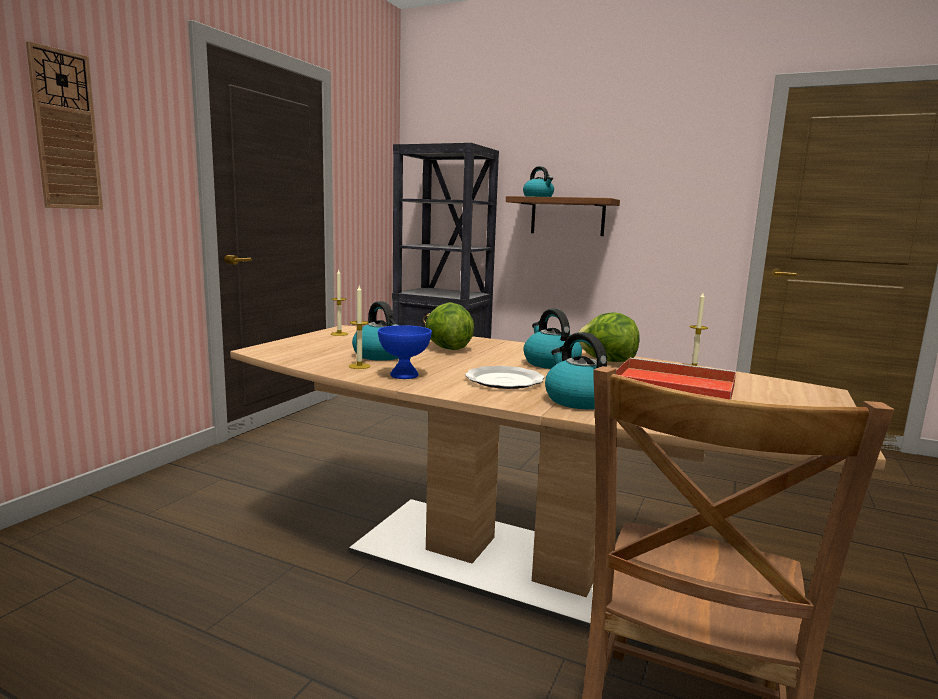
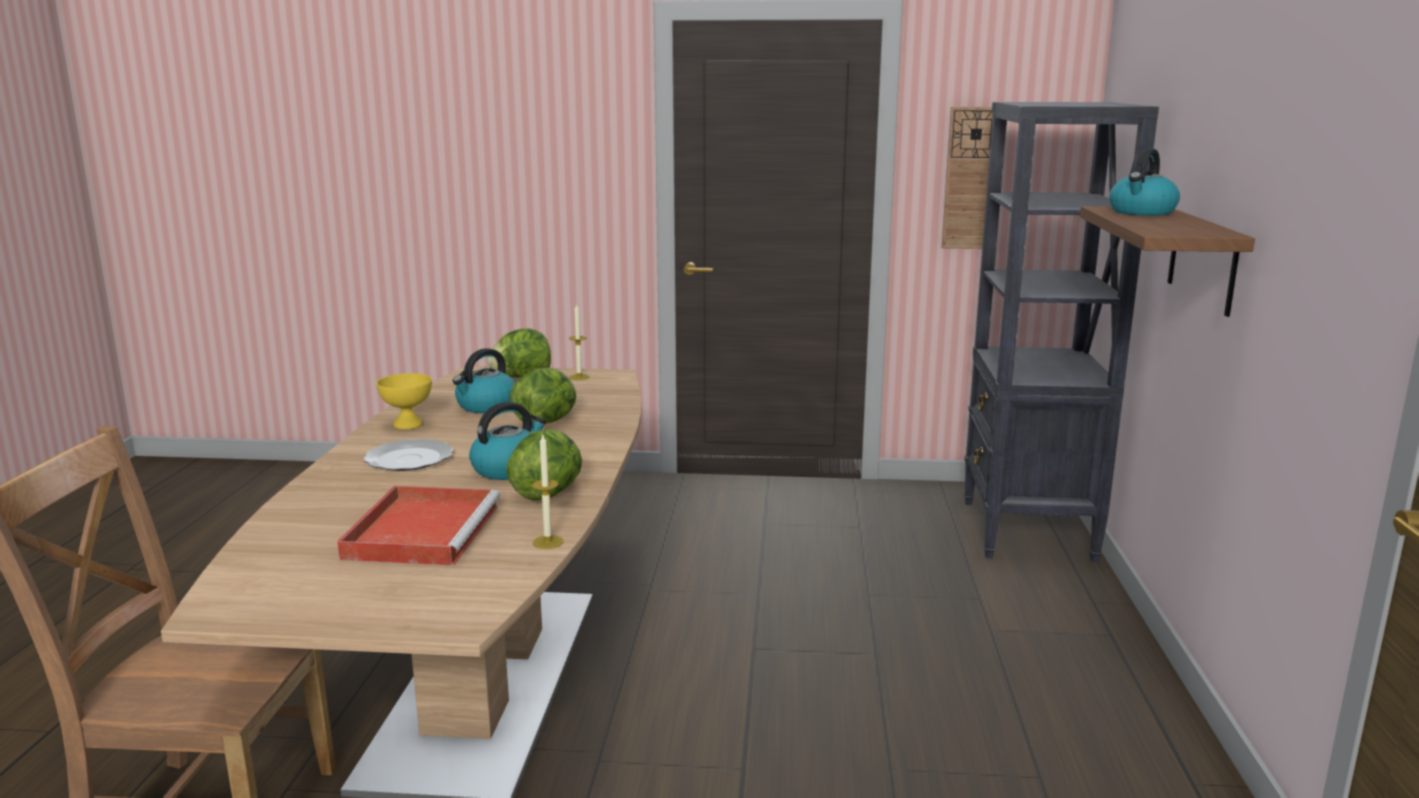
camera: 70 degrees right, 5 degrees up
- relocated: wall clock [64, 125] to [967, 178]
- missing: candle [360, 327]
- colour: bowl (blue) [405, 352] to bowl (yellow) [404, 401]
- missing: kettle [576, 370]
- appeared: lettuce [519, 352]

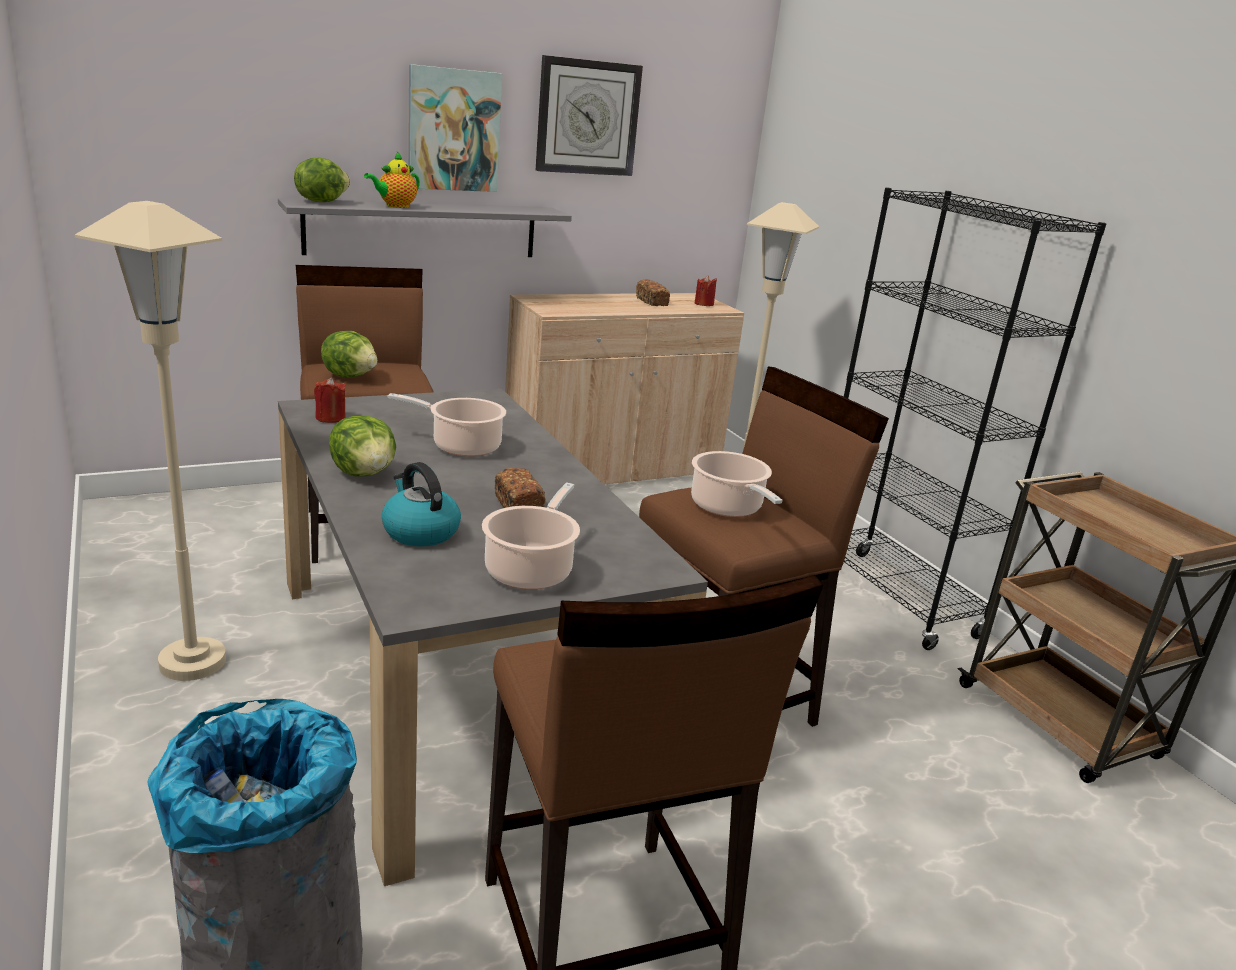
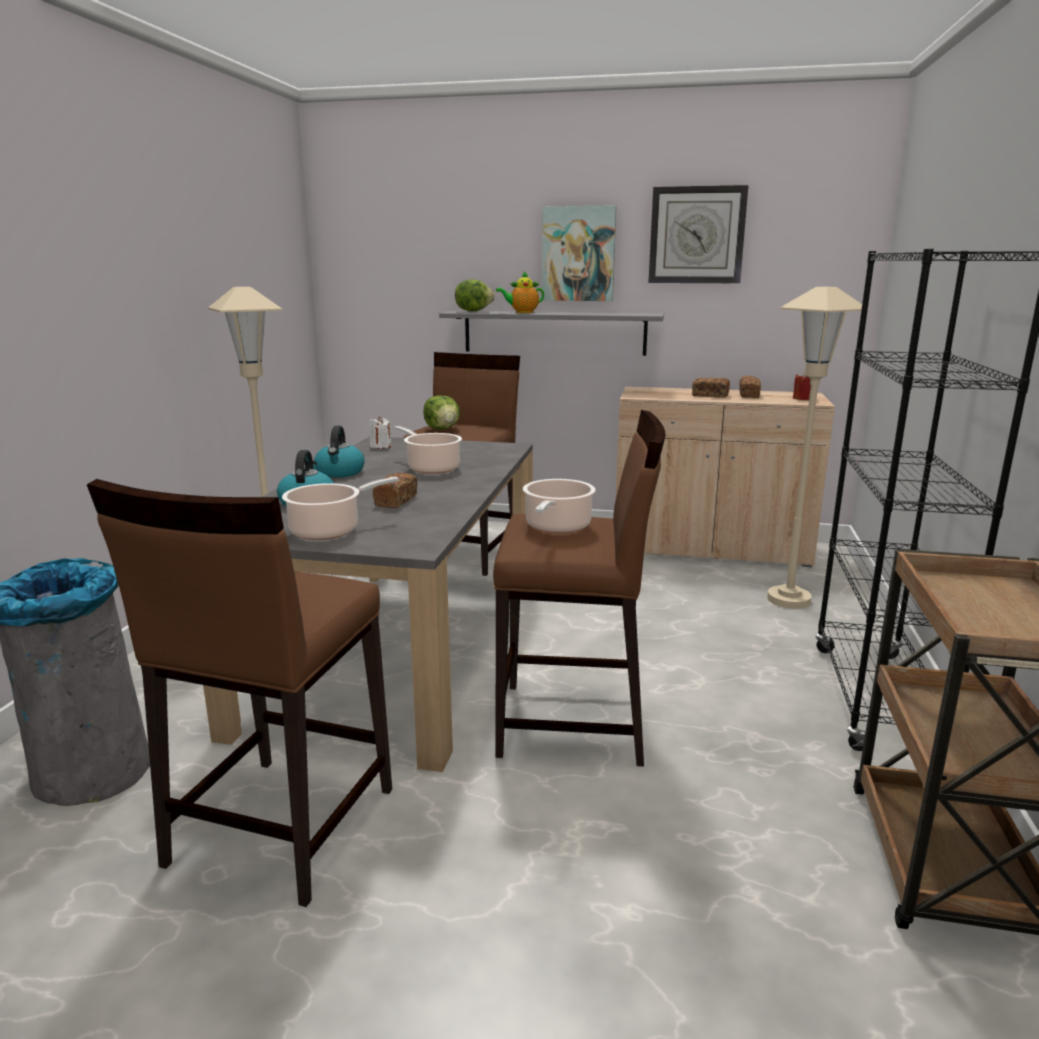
camera: 40 degrees right, 5 degrees down
- colour: candle (red) [330, 400] to candle (white) [380, 432]
- exchanged: lettuce [362, 446] to kettle [339, 452]
- appeared: bread [711, 387]

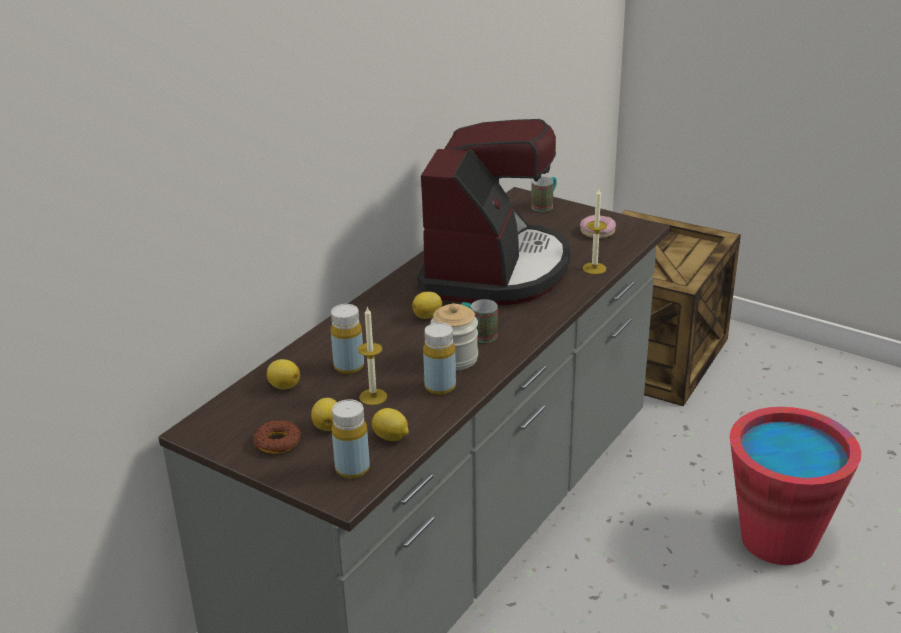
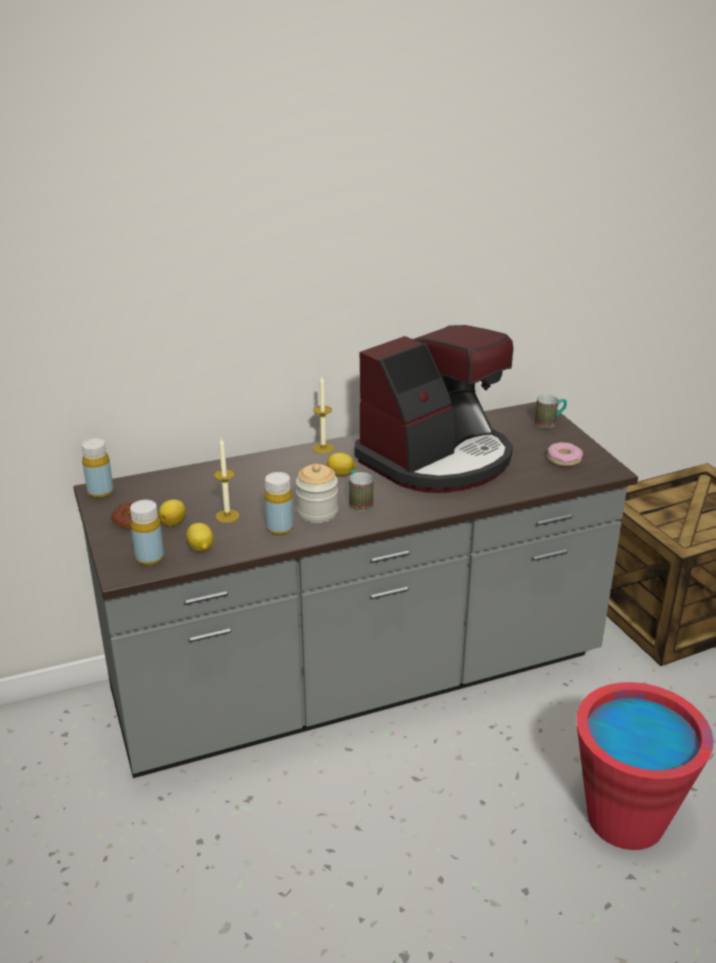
camera: 35 degrees right, 0 degrees up
- missing: lemon [283, 374]
- relocated: bottle (yellow) [347, 339] to [97, 468]
- relocated: candle [595, 231] to [323, 415]

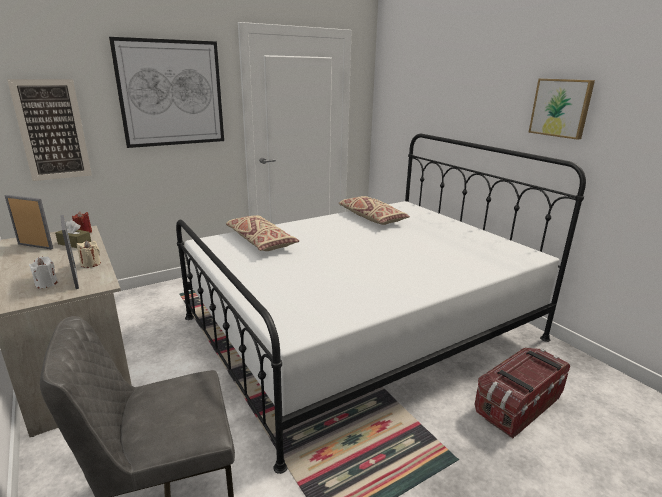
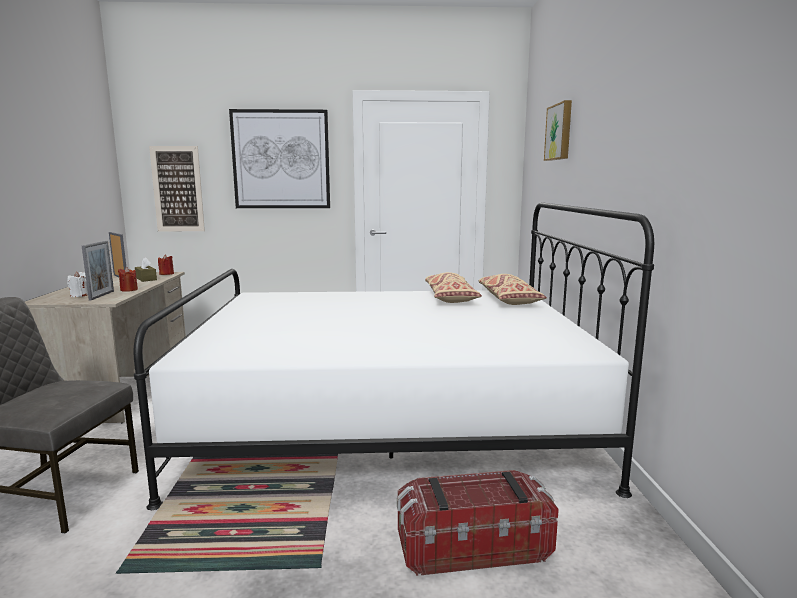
camera: 30 degrees right, 10 degrees down
- colour: candle (beige) [89, 254] to candle (red) [128, 279]
- relocated: pillow (beige) [262, 233] to [513, 289]
- relocated: picture [561, 109] to [558, 130]

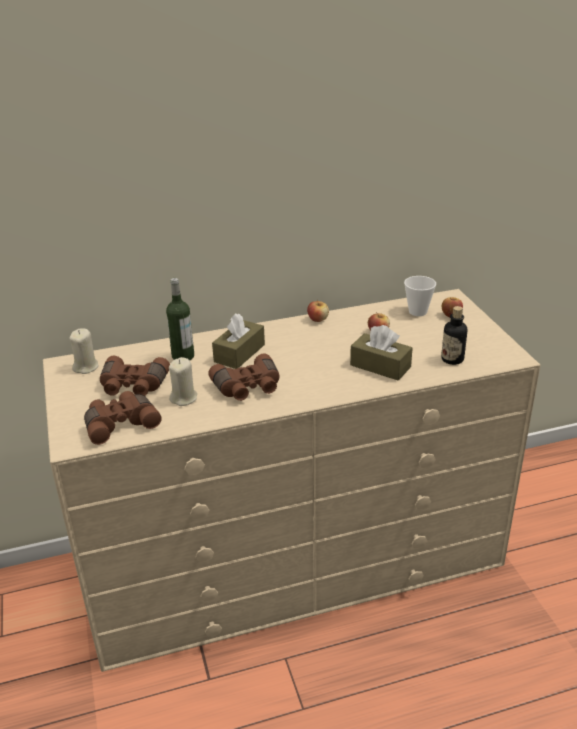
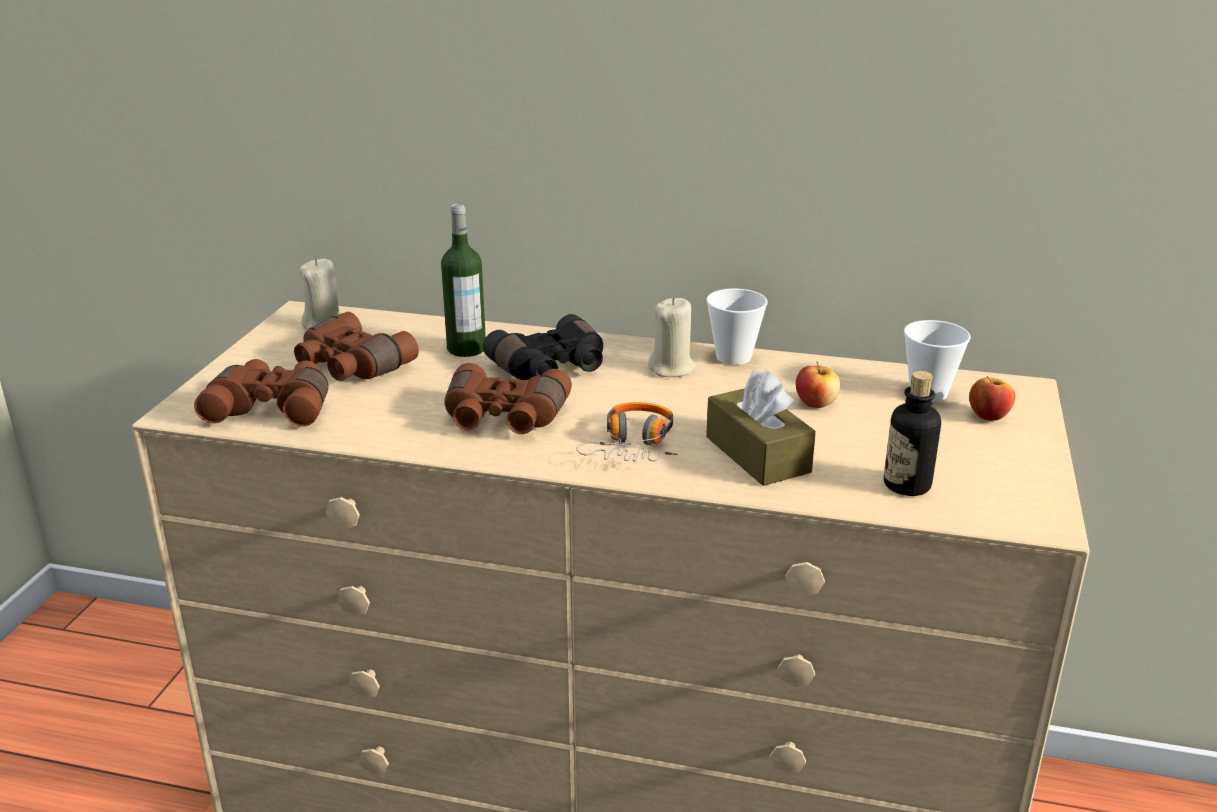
camera: 30 degrees right, 5 degrees down
- relocated: candle (beige) [183, 381] to [672, 337]
- exchanged: tissue box (brown) [238, 341] to binoculars (black) [543, 347]
- exchanged: apple [318, 311] to cup [737, 326]
- appeared: headphones [627, 431]

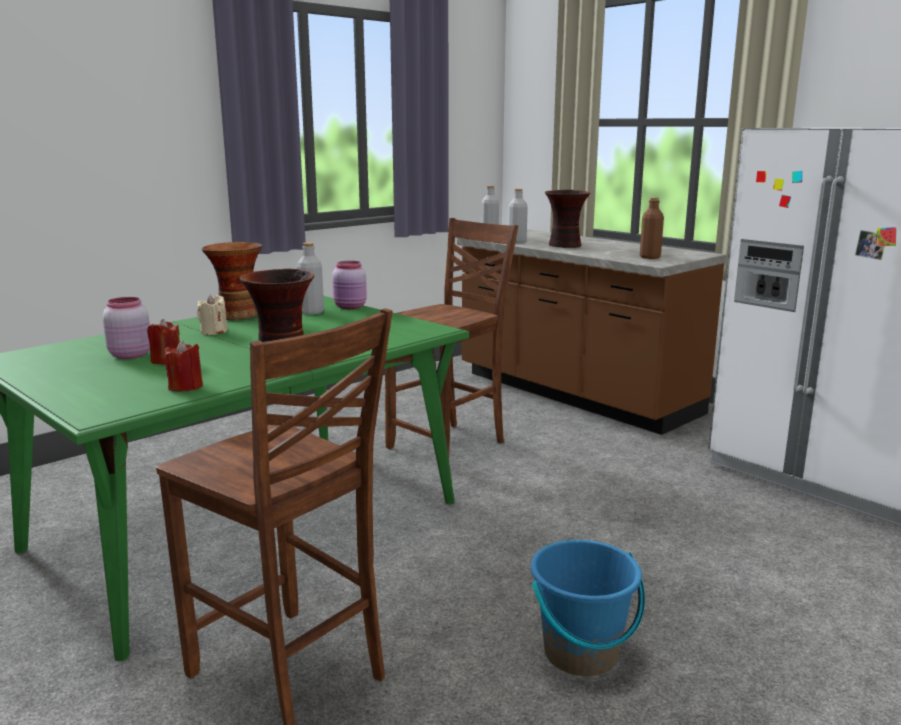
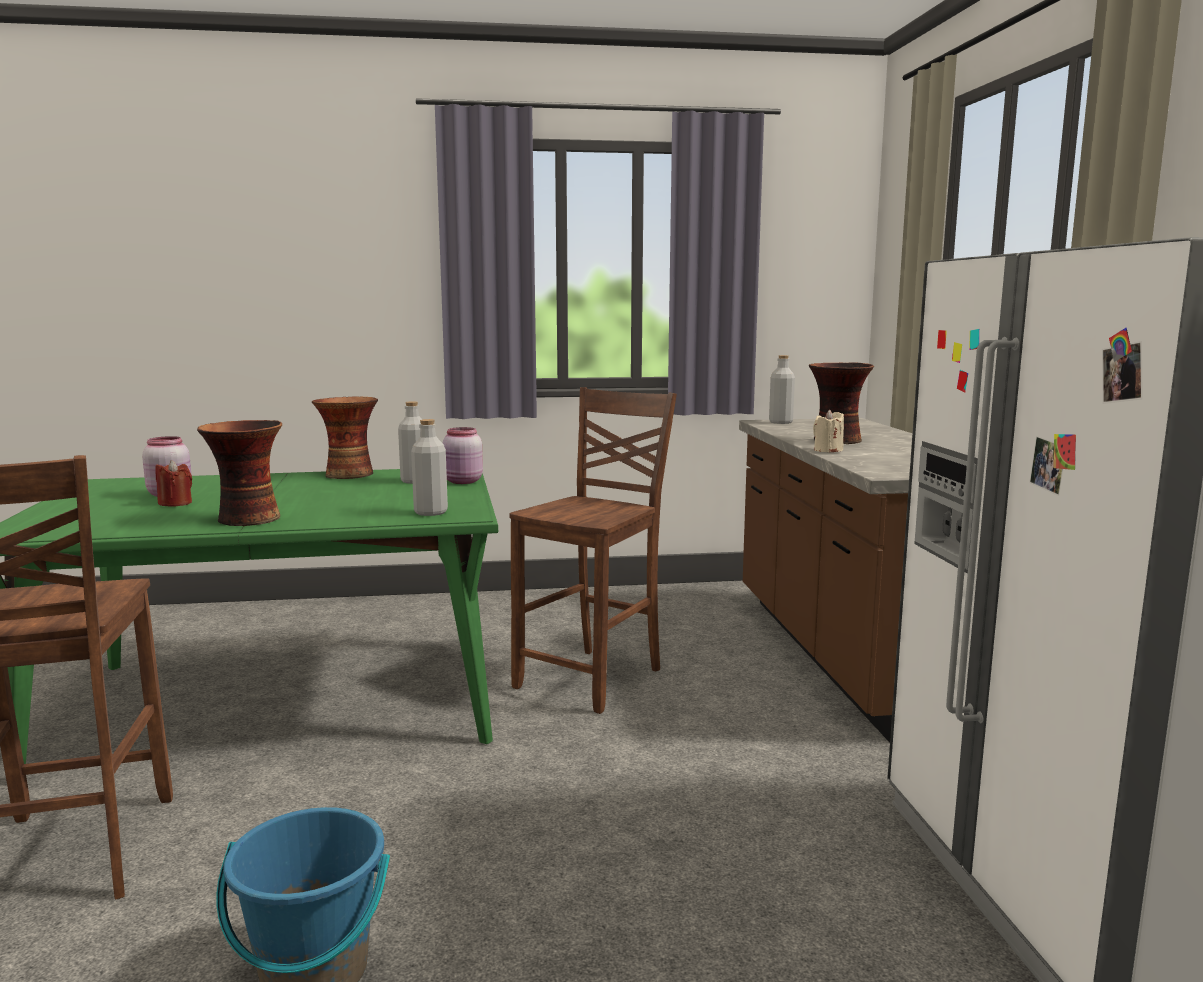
camera: 35 degrees right, 5 degrees down
- missing: candle (red) [184, 366]
- relocated: candle (beige) [212, 315] to [828, 431]
- spun: chair (brown) [451, 337] = [593, 550] 45 degrees counterclockwise
- relocated: bottle (grey) [518, 216] to [429, 467]
- missing: bottle (brown) [652, 228]

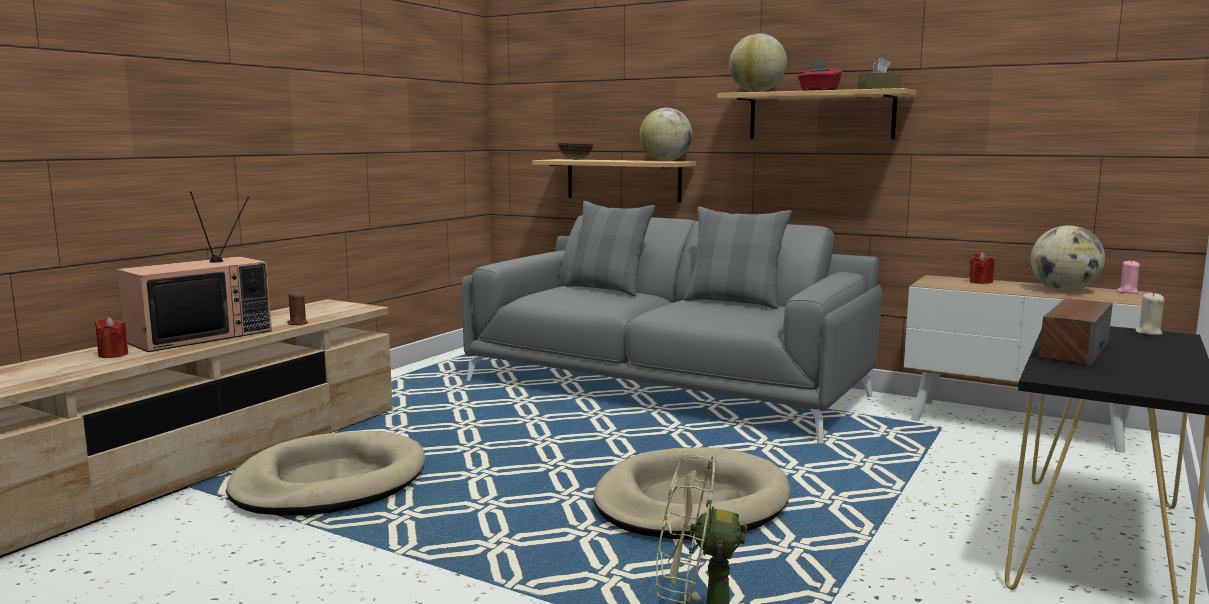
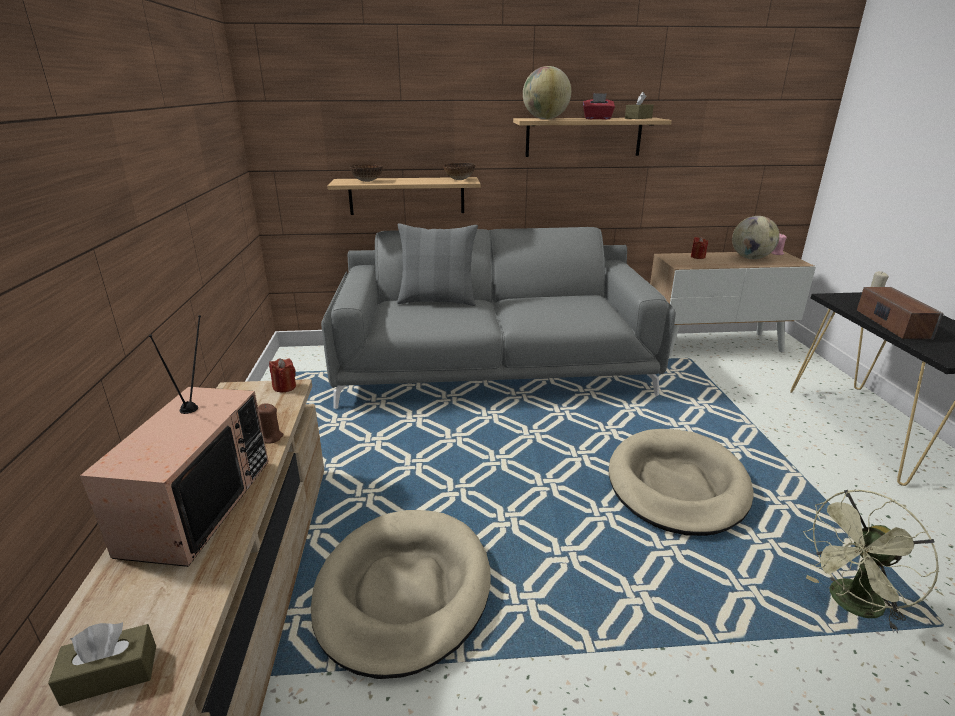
camera: 35 degrees left, 15 degrees up
- relocated: candle (red) [111, 337] to [282, 375]
- exchanged: globe [666, 134] to bowl [459, 171]
- missing: pillow (grey) [738, 258]
- appeared: tissue box (brown) [102, 664]

